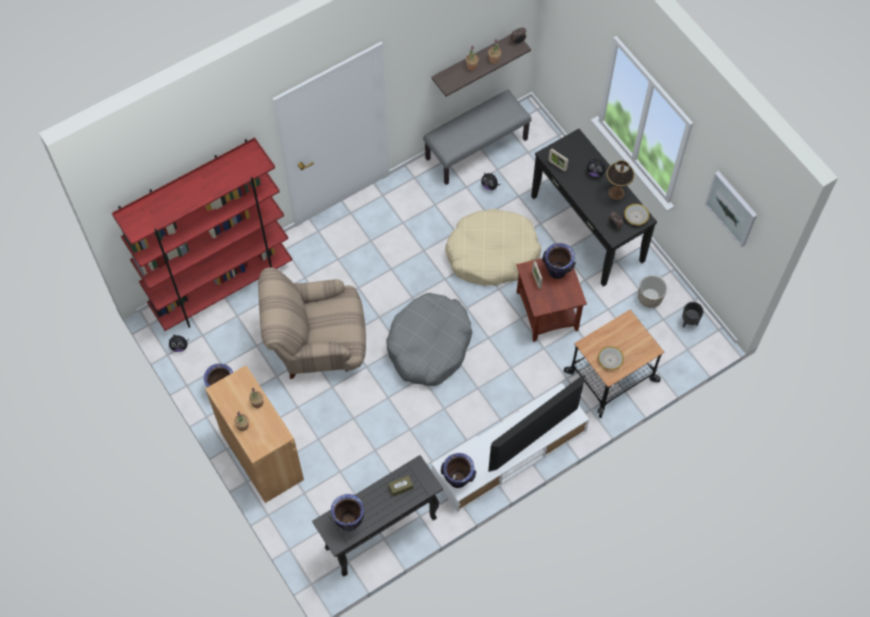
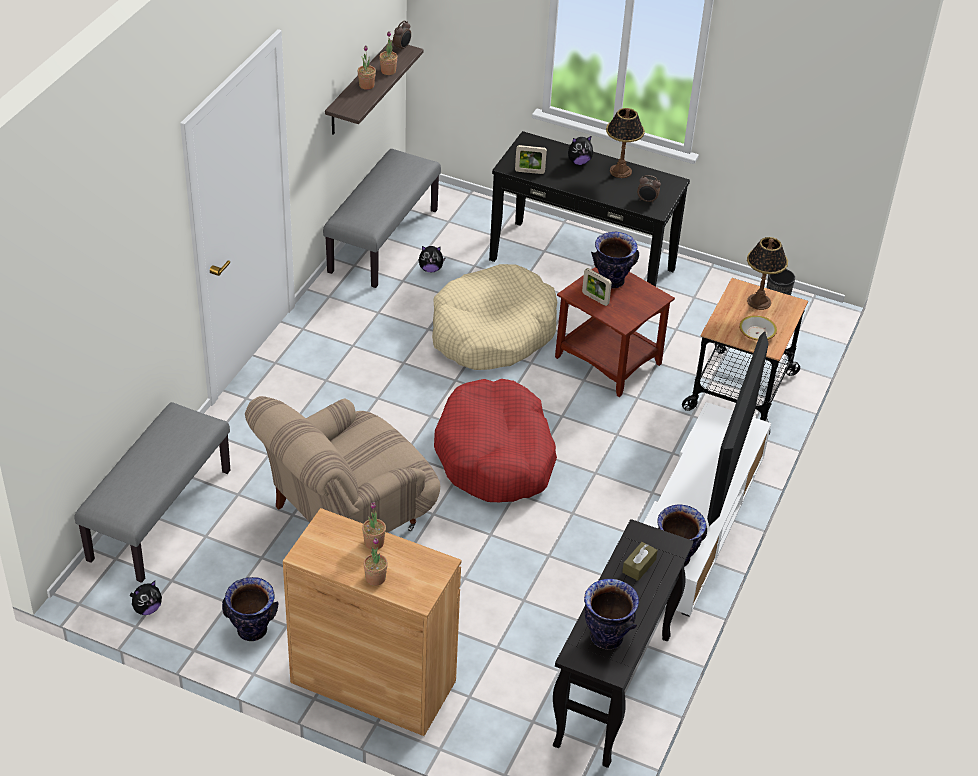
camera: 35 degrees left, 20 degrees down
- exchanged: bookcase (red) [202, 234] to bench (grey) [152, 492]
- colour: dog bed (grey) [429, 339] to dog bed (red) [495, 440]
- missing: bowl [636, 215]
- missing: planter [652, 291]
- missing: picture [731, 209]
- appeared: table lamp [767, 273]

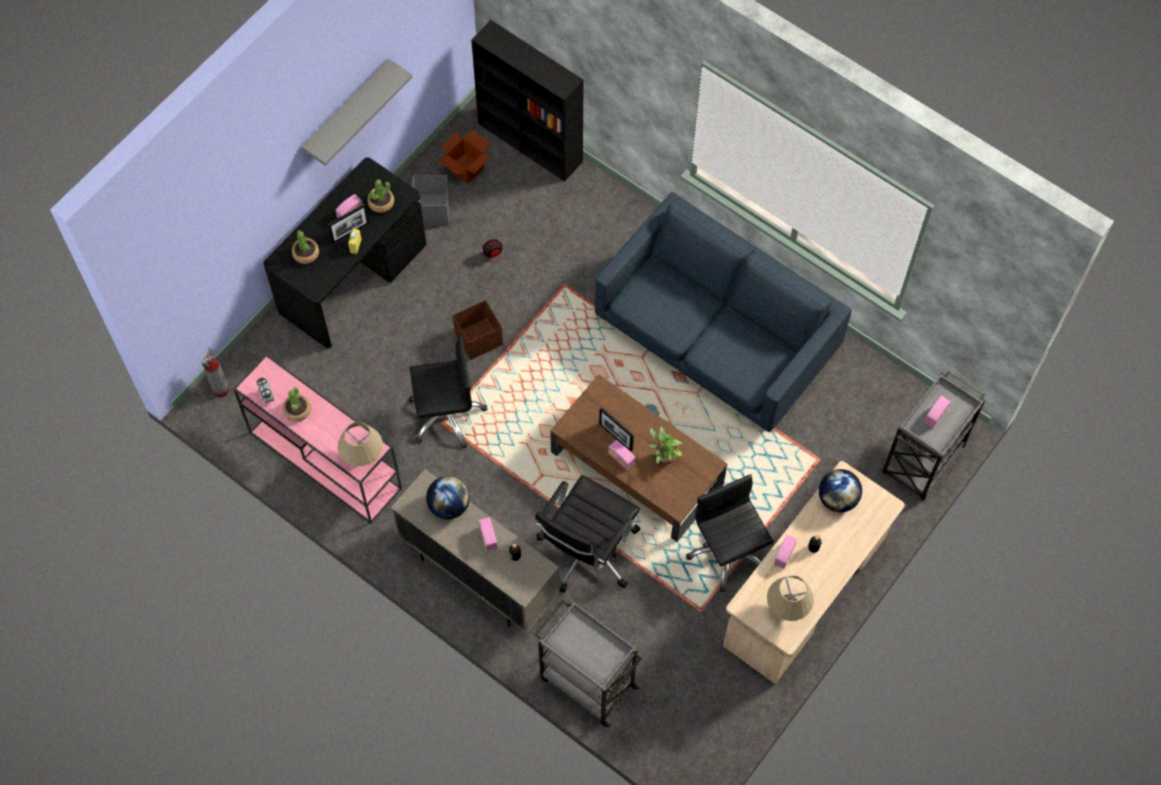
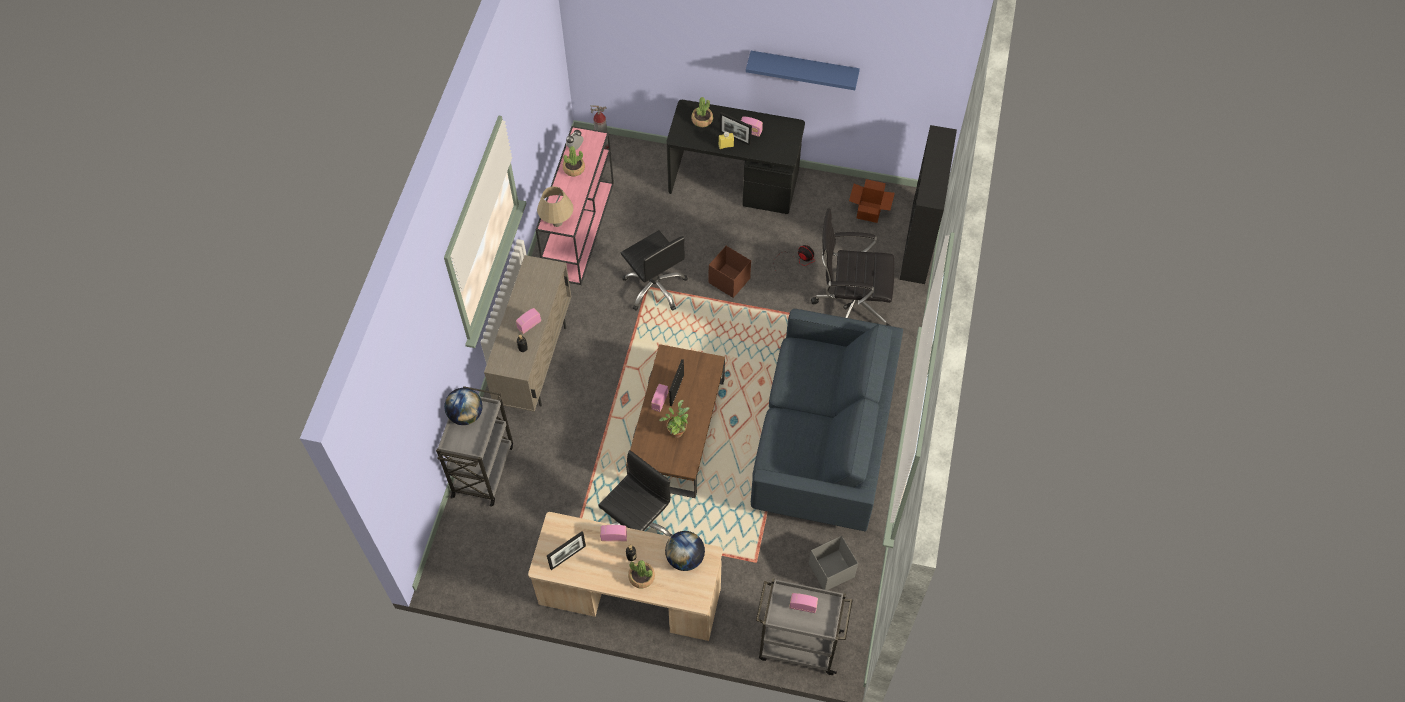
camera: 65 degrees right, 5 degrees down
- colour: shelf (grey) [357, 112] to shelf (blue) [803, 70]
- relocated: potted plant [380, 196] to [641, 574]
- relocated: storage box (grey) [431, 200] to [833, 563]
- relocated: globe [448, 497] to [463, 406]
- relocated: office chair (black) [587, 534] to [852, 267]
- exchanged: table lamp (beige) [790, 598] to picture frame [566, 550]

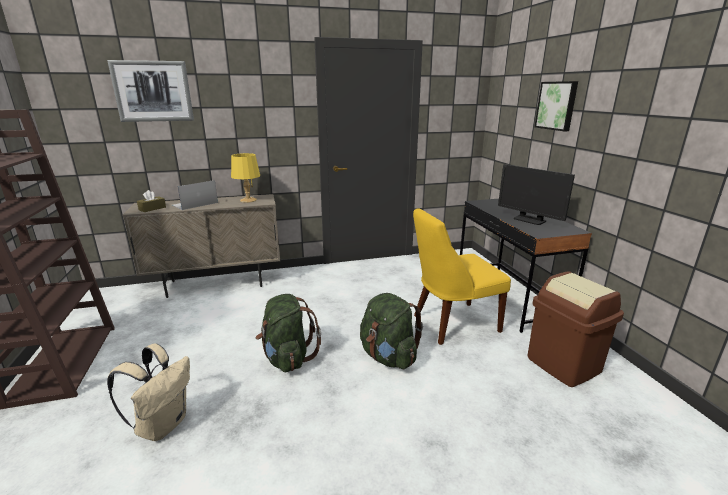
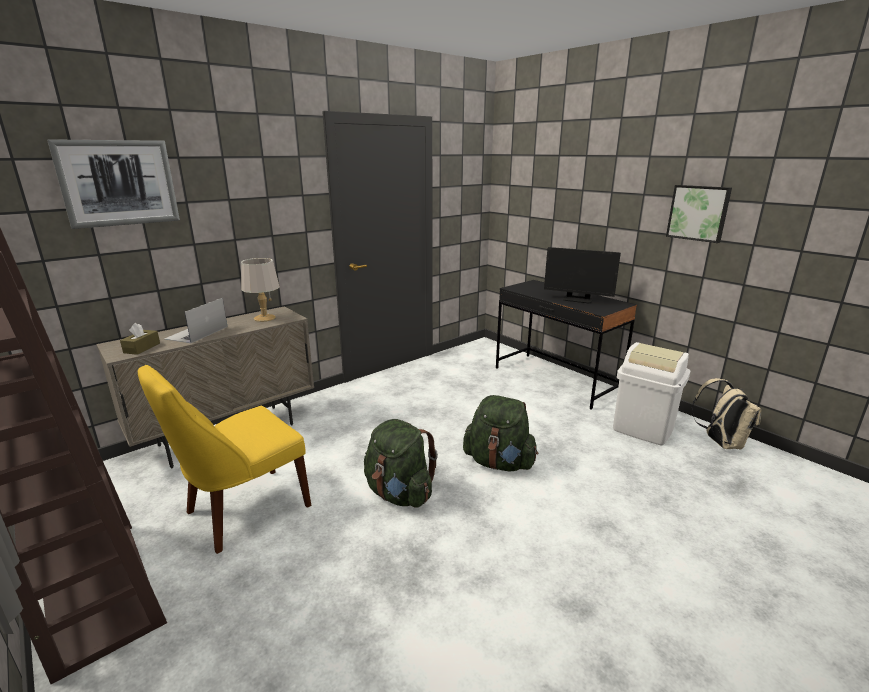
camera: 25 degrees left, 0 degrees up
- relocated: backpack (beige) [148, 392] to [727, 414]
- colour: table lamp (yellow) [245, 178] to table lamp (grey) [260, 290]
- relocated: chair (yellow) [462, 276] to [224, 459]
- colour: trash can (brown) [575, 329] to trash can (white) [651, 393]
- relocated: picture [556, 106] to [699, 214]

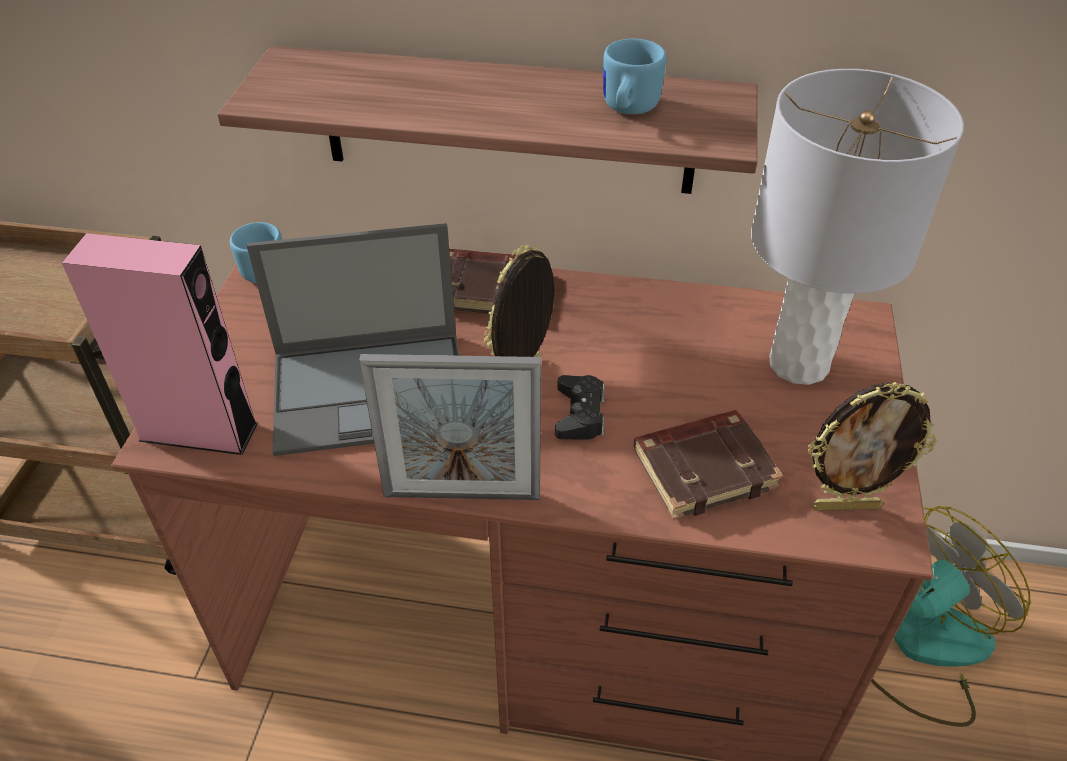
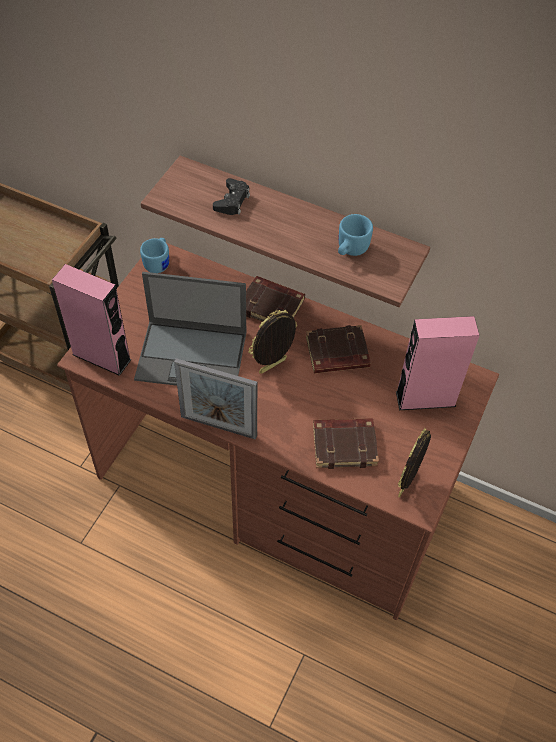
camera: 15 degrees right, 10 degrees up
- relocated: game controller (black) [580, 407] to [231, 196]
- exchanged: table lamp (grey) [857, 227] to speaker (pink) [438, 363]
- spun: picture frame [872, 446] = [414, 462] 105 degrees clockwise
- missing: fan [950, 616]
- appeared: book (brown) [338, 349]

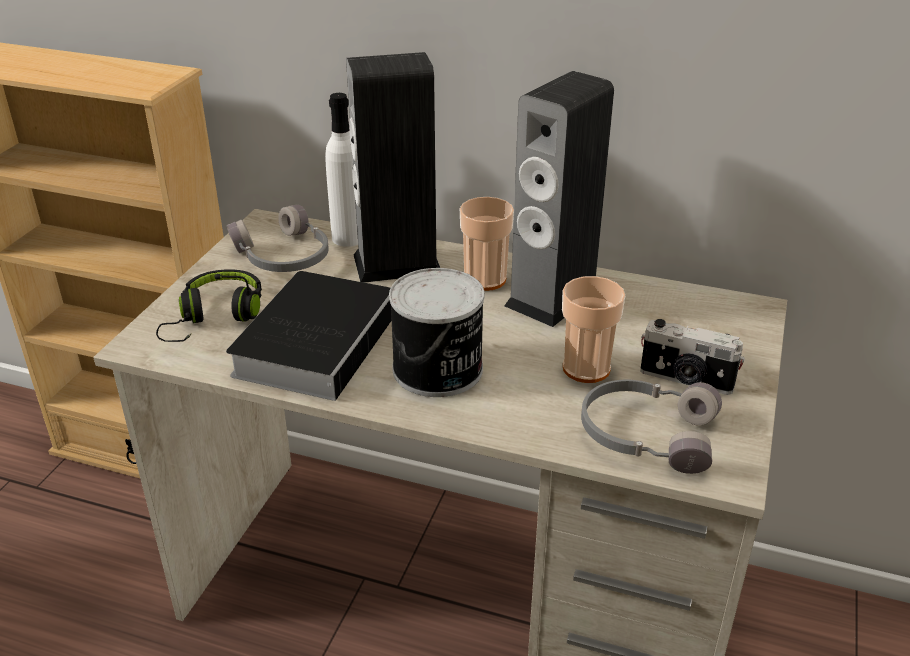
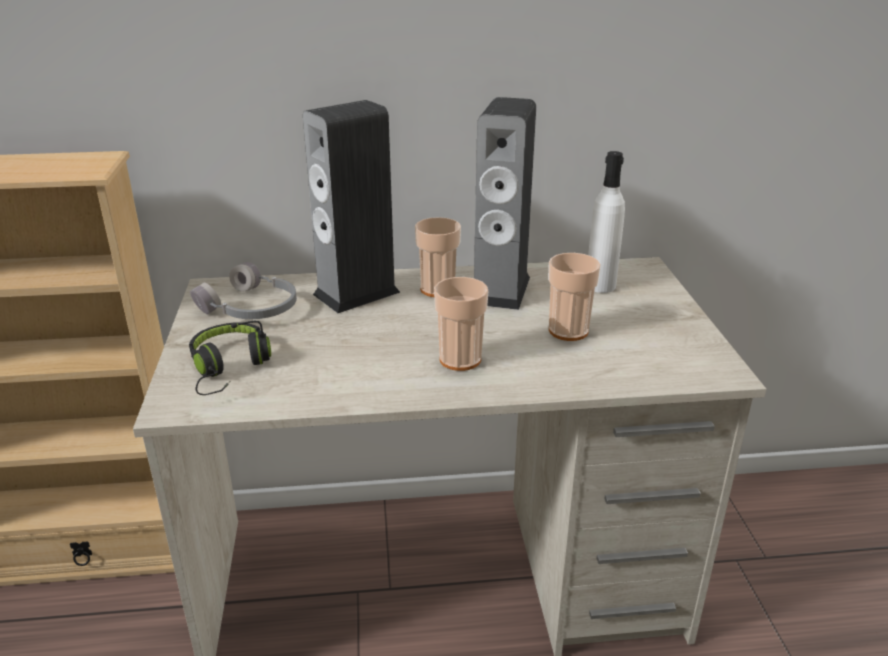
camera: 25 degrees left, 5 degrees down
- missing: book [309, 336]
- relocated: bottle (white) [341, 170] to [606, 222]
- exchanged: can [436, 332] to cup [461, 324]
- missing: headphones (grey) [651, 427]
- missing: photo camera [692, 357]

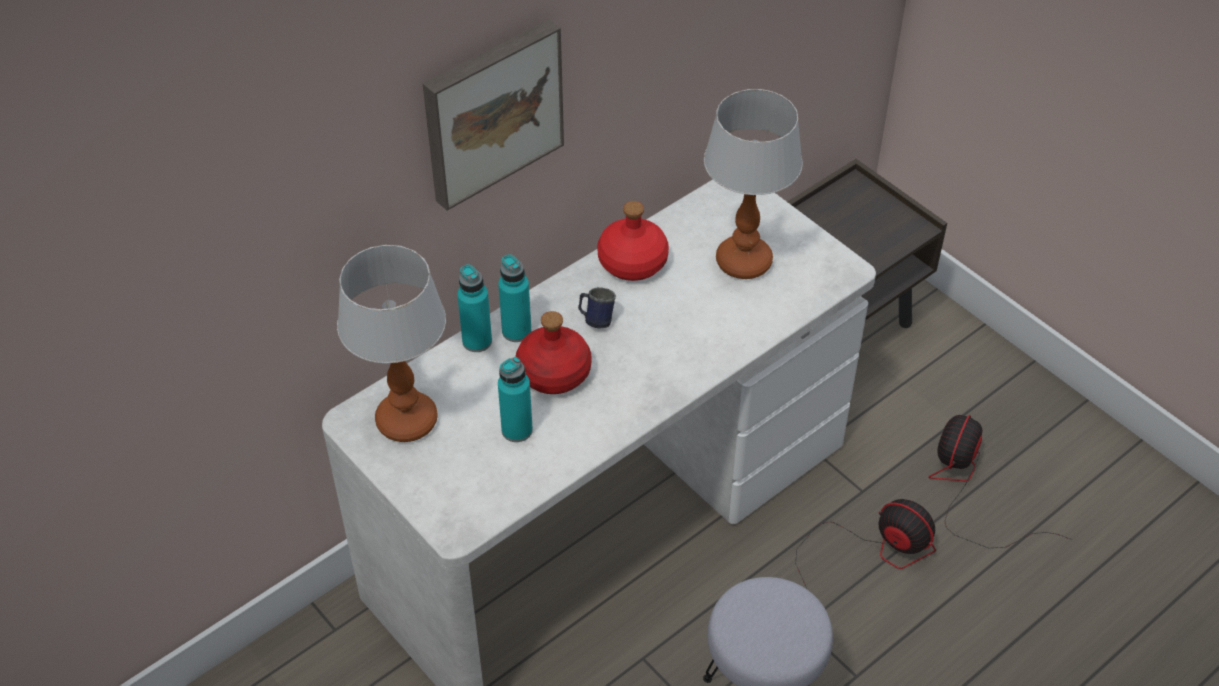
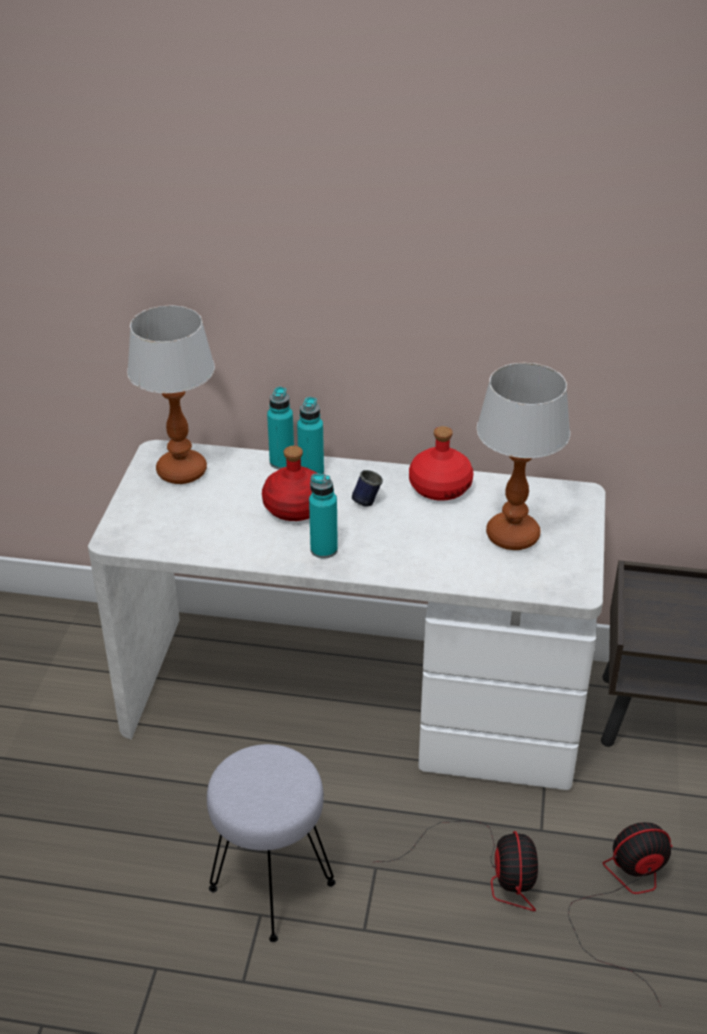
camera: 50 degrees right, 10 degrees down
- missing: picture [493, 115]
- relocated: bottle (turquoise) [515, 399] to [323, 516]

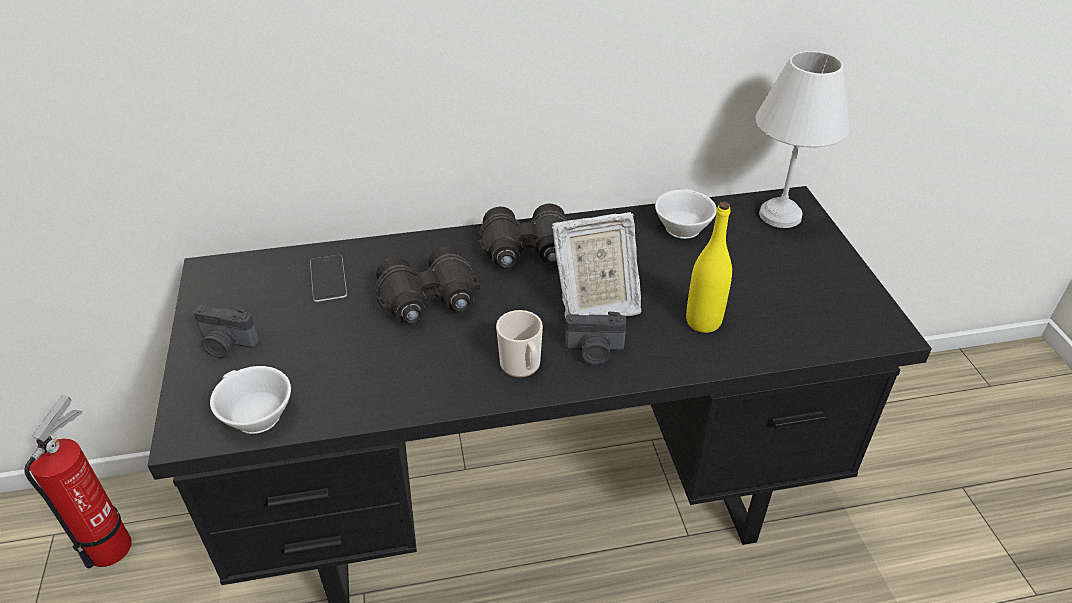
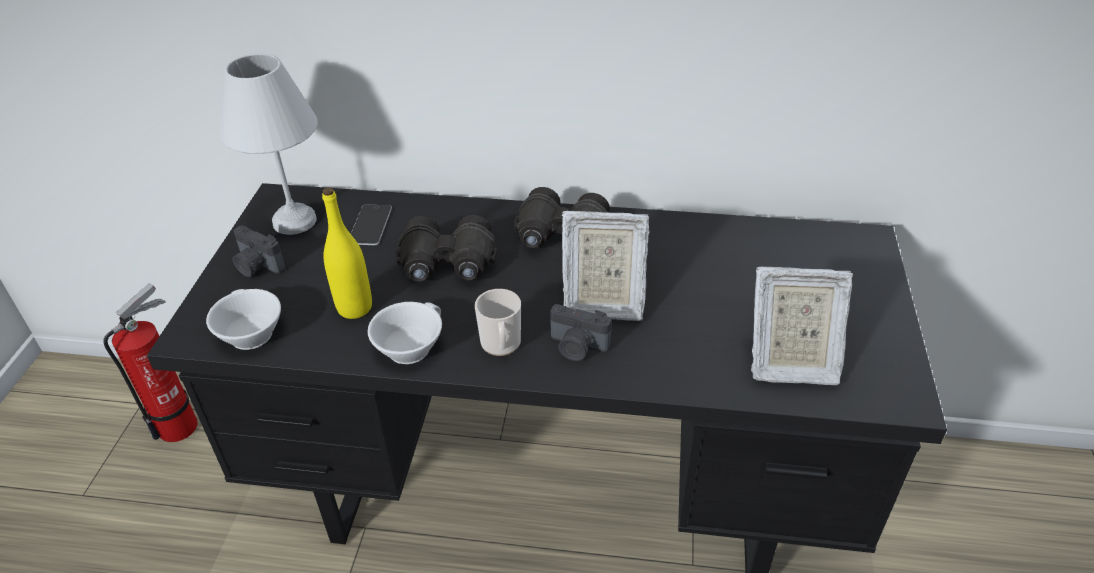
camera: 20 degrees right, 0 degrees up
- relocated: cup (white) [686, 214] to [405, 333]
- relocated: bottle (yellow) [709, 267] to [347, 253]
- relocated: table lamp (white) [803, 139] to [269, 144]
- appeared: picture frame [802, 326]

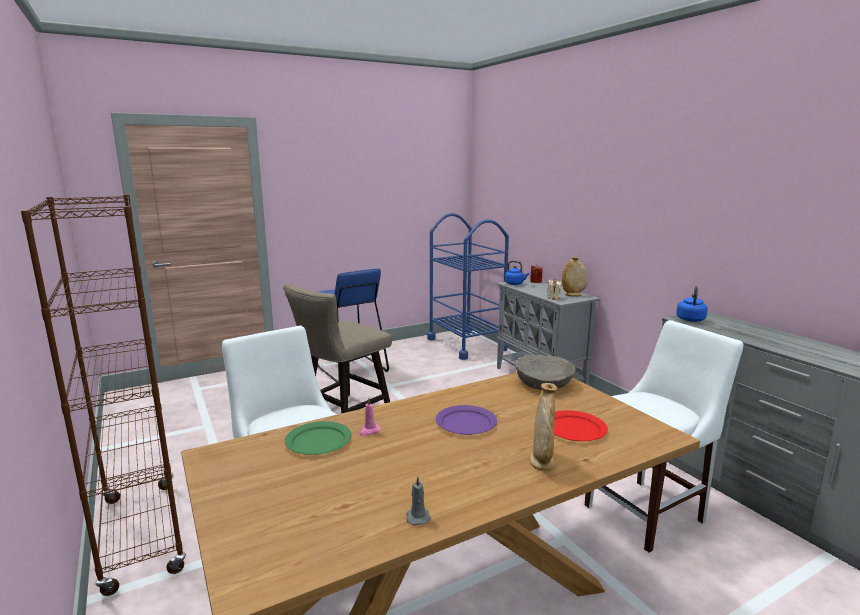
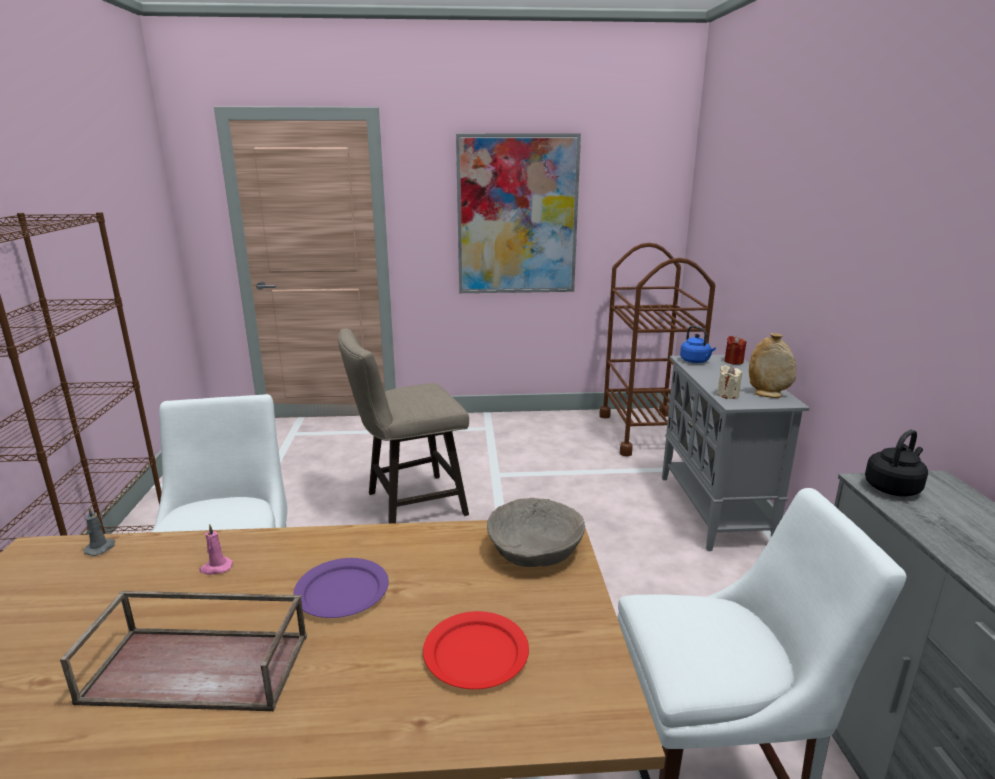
camera: 25 degrees right, 5 degrees up
- missing: plate (green) [318, 438]
- missing: stool (blue) [353, 325]
- relocated: candle (grey) [418, 500] to [99, 531]
- colour: cart (blue) [468, 286] to cart (brown) [657, 349]
- missing: vase (beige) [543, 427]
- colour: kettle (blue) [692, 304] to kettle (black) [896, 463]
- appeared: tray (brown) [183, 651]
- appeared: picture [518, 213]

